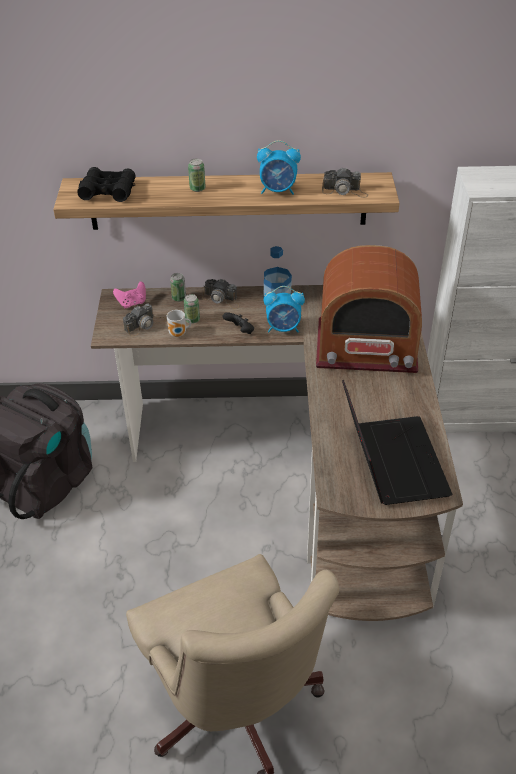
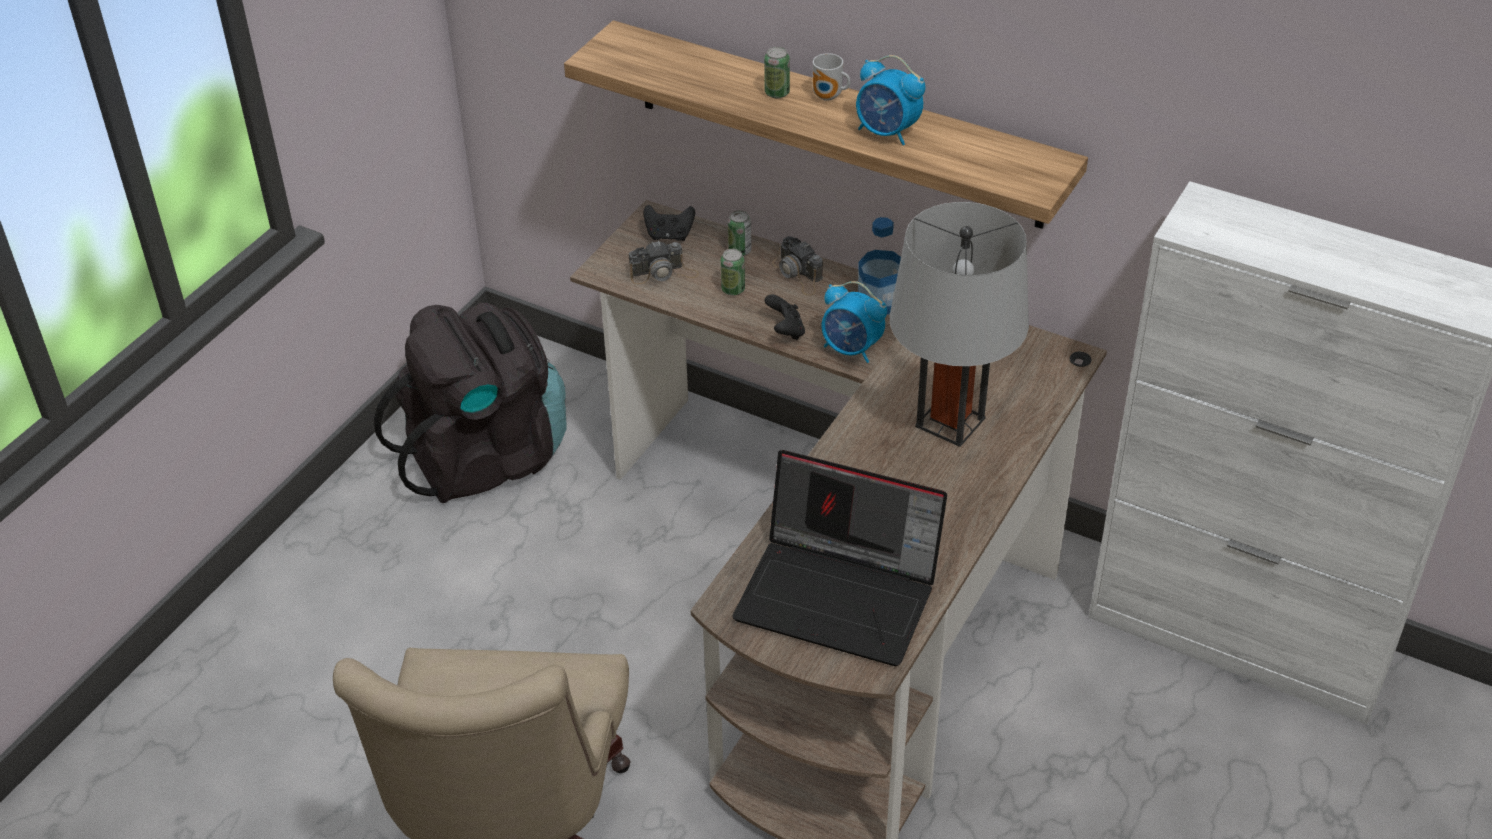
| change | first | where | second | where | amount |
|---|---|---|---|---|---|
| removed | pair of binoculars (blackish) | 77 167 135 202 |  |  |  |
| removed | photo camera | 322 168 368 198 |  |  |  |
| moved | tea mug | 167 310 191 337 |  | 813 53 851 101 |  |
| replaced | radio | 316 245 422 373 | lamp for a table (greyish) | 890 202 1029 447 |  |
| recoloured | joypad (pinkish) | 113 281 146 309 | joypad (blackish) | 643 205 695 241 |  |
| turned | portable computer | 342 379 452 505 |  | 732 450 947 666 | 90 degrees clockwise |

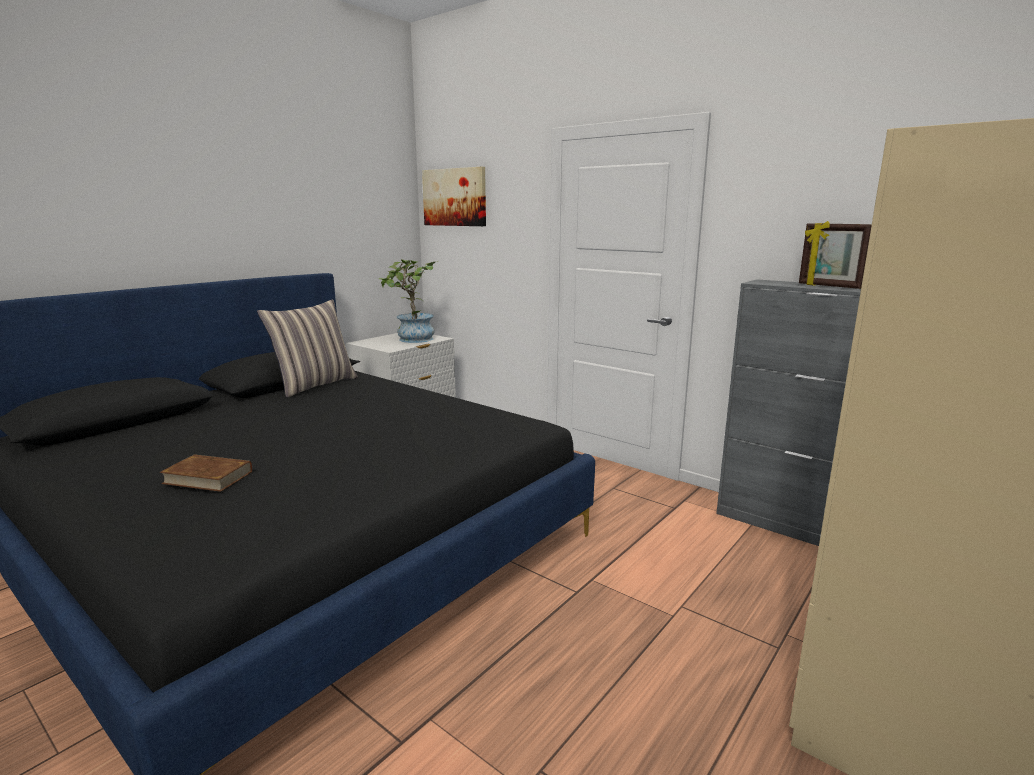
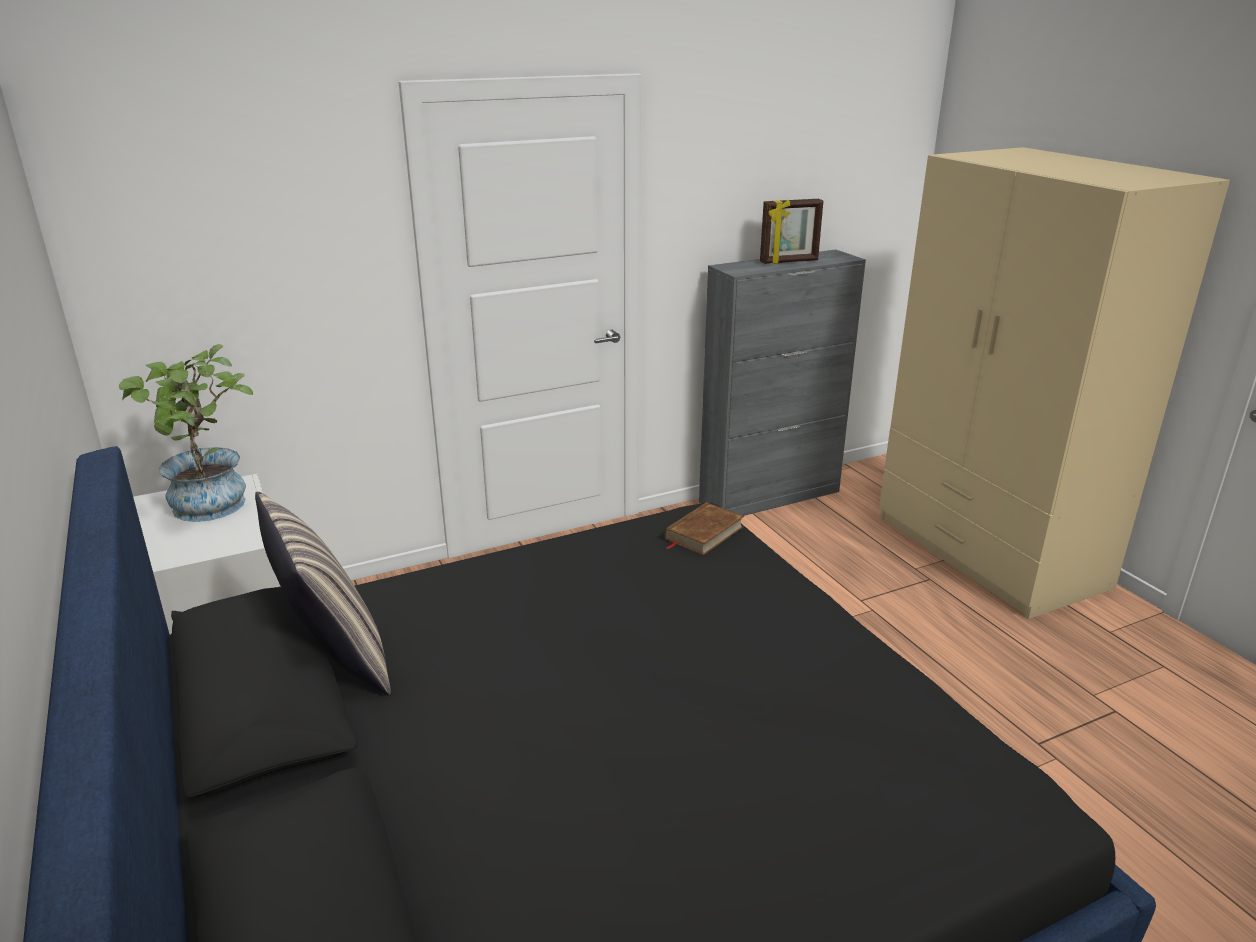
| change | first | where | second | where | amount |
|---|---|---|---|---|---|
| removed | wall art | 422 167 486 226 |  |  |  |
| moved | bound book (brown-coloured) | 160 454 252 492 |  | 665 502 744 555 |  |

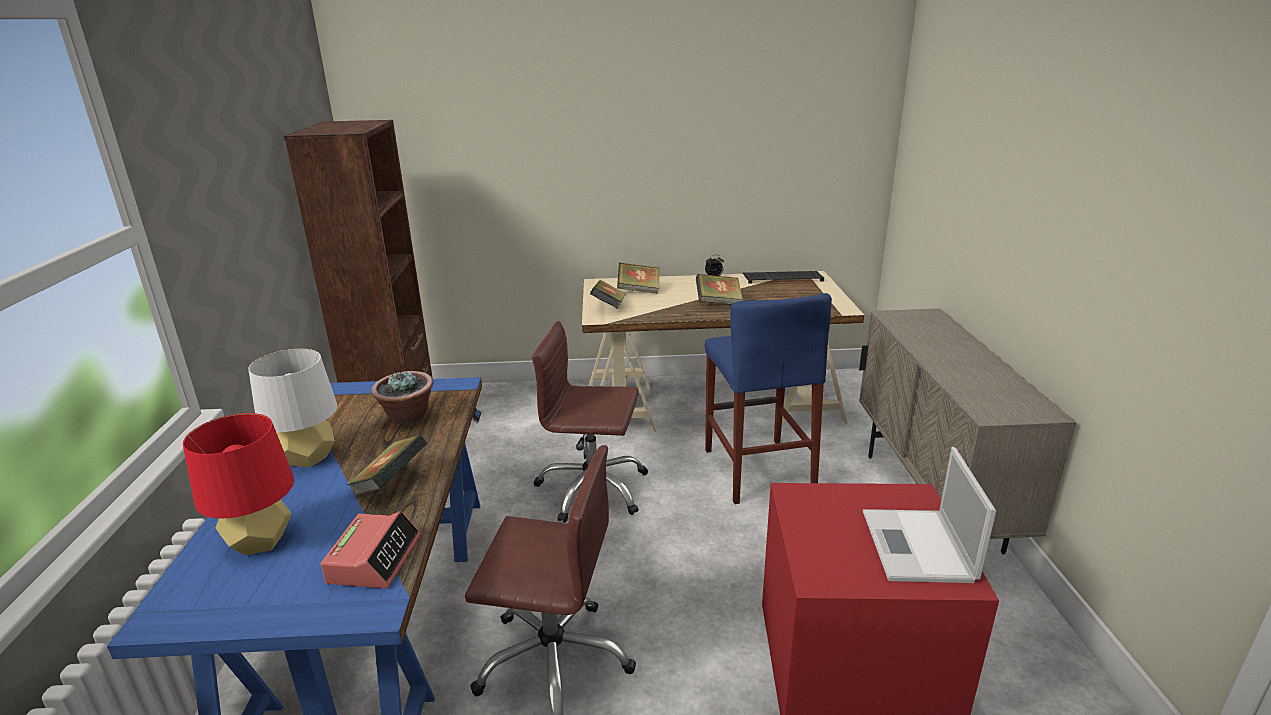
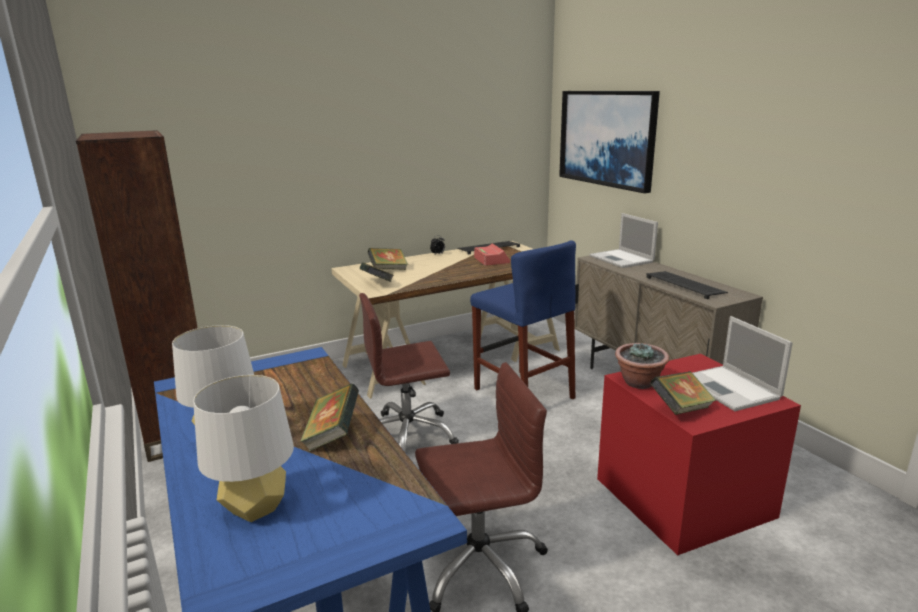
| change | first | where | second | where | amount |
|---|---|---|---|---|---|
| added |  |  | wall art | 559 91 660 193 |  |
| added |  |  | portable computer | 589 213 658 268 |  |
| added |  |  | computer keyboard | 646 271 728 299 |  |
| moved | alarm clock | 321 511 420 588 |  | 474 243 511 266 |  |
| moved | plant in a pot | 371 371 433 424 |  | 615 342 669 389 |  |
| moved | bound book | 696 274 743 304 |  | 650 371 716 415 |  |
| recoloured | lamp for a table (reddish) | 183 413 294 555 | lamp for a table (white-coloured) | 193 375 294 522 |  |

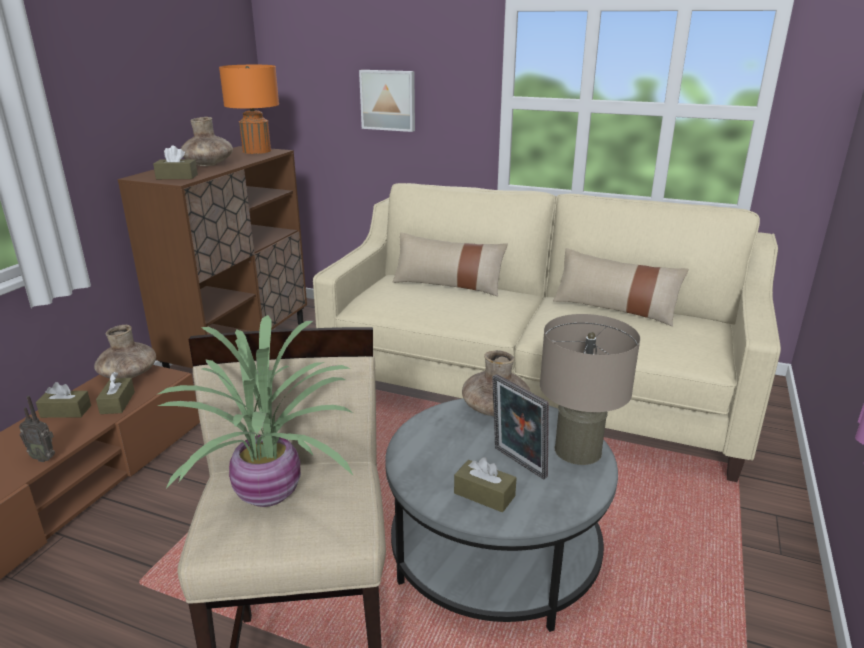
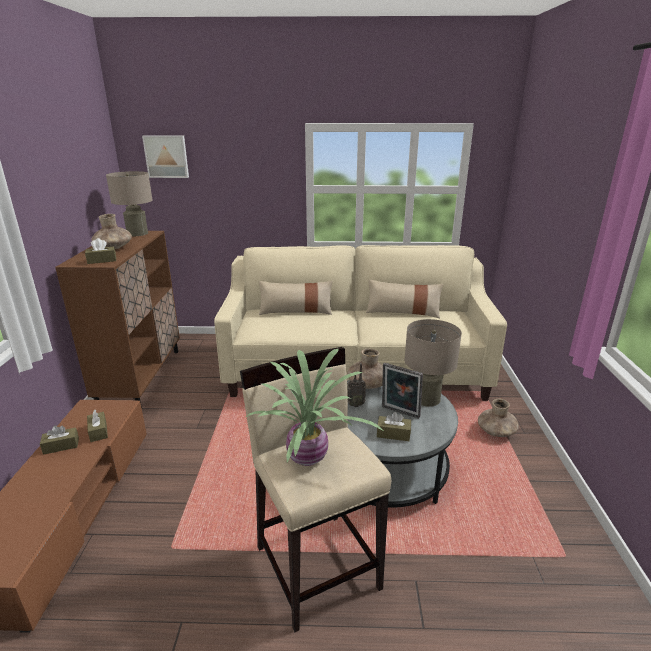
| change | first | where | second | where | amount |
|---|---|---|---|---|---|
| moved | radio | 19 396 55 462 |  | 347 363 366 407 |  |
| moved | decorative vase (brown-coloured) | 94 325 156 378 |  | 478 399 519 437 |  |
| moved | wall art | 359 70 415 132 |  | 142 135 189 178 |  |
| recoloured | lamp for a table (orange-coloured) | 219 65 279 154 | lamp for a table (beige) | 106 171 153 236 |  |

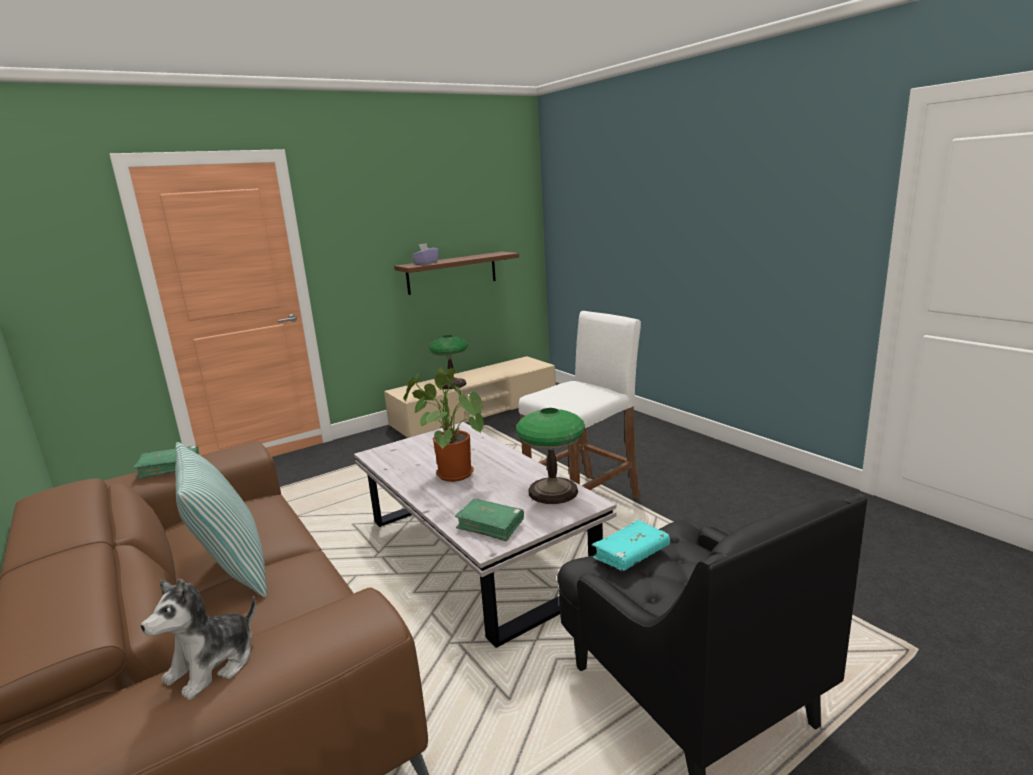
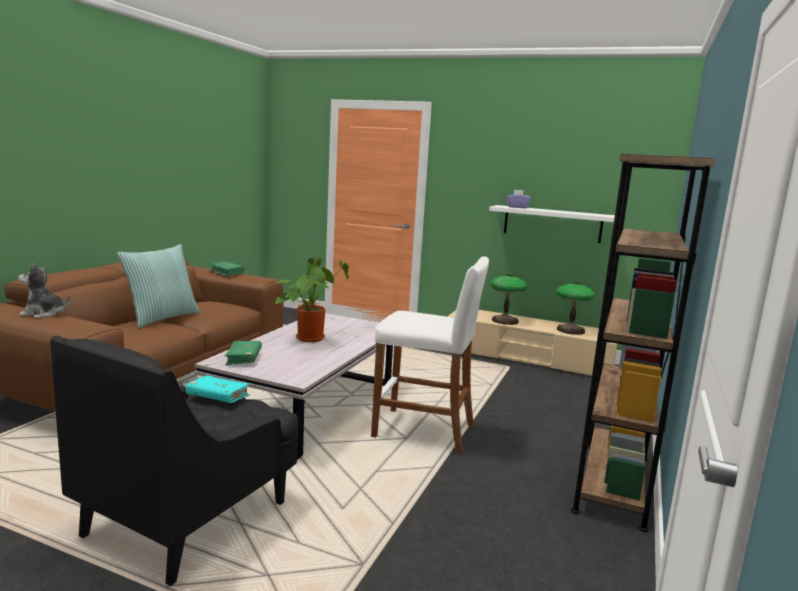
| change | first | where | second | where | amount |
|---|---|---|---|---|---|
| added |  |  | bookshelf (brown-coloured) | 571 153 716 532 |  |
| moved | lamp for a table | 516 408 585 504 |  | 556 283 595 335 |  |
| recoloured | bracket shelf (brown-coloured) | 394 252 519 295 | bracket shelf (white-coloured) | 489 205 615 243 |  |

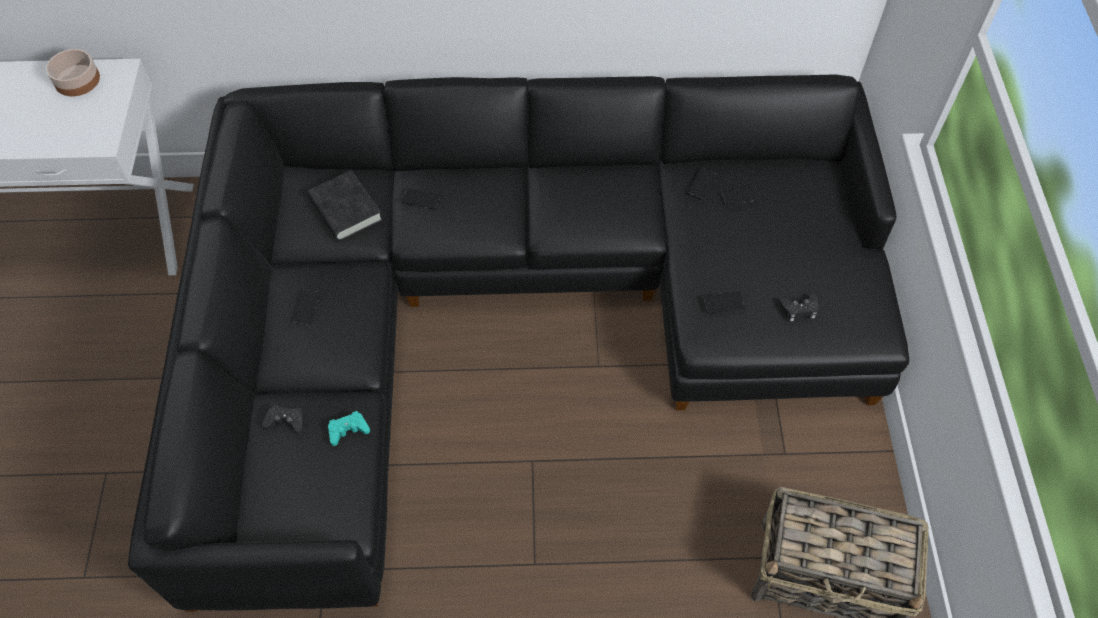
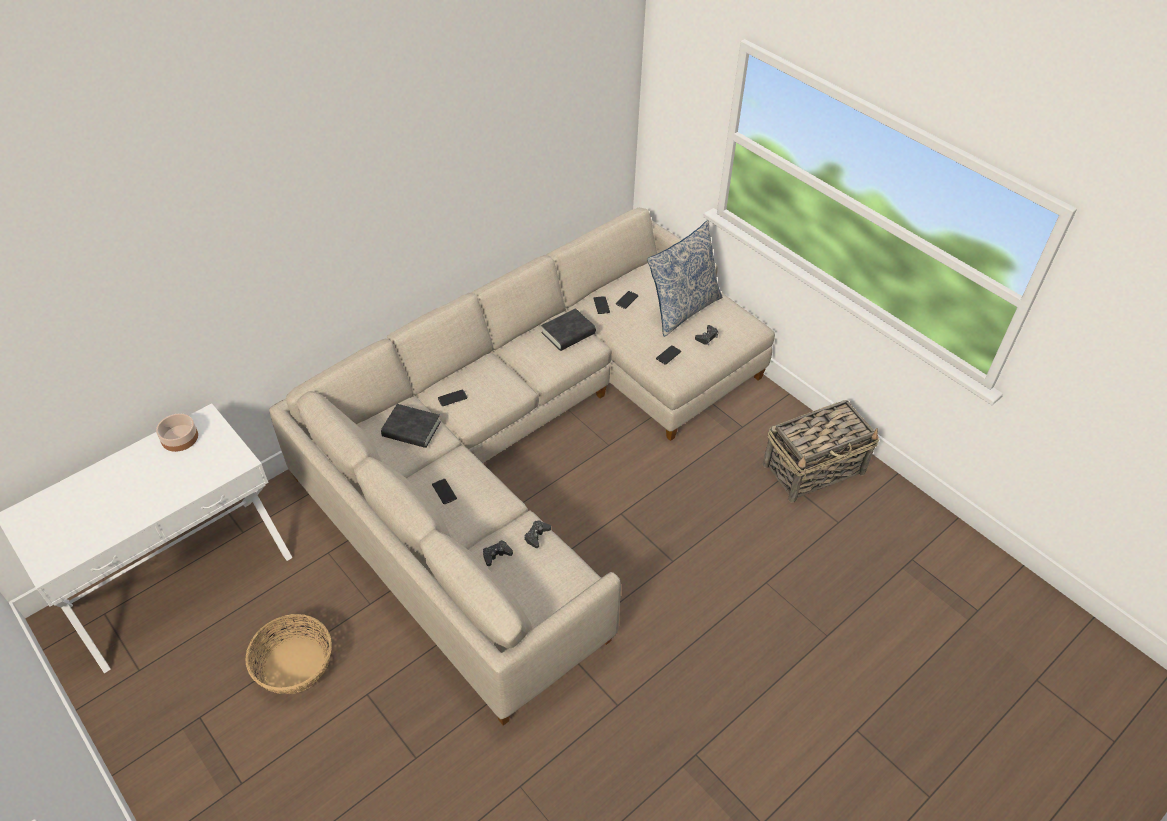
| change | first | where | second | where | amount |
|---|---|---|---|---|---|
| added |  |  | basket | 245 614 332 694 |  |
| added |  |  | bound book (blackish) | 541 308 596 351 |  |
| added |  |  | pillow | 647 220 722 337 |  |
| recoloured | couch (blackish) | 128 74 909 612 | couch (beige) | 269 208 775 726 |  |
| recoloured | joypad (turquoise) | 328 411 370 446 | joypad (blackish) | 524 521 551 548 |  |

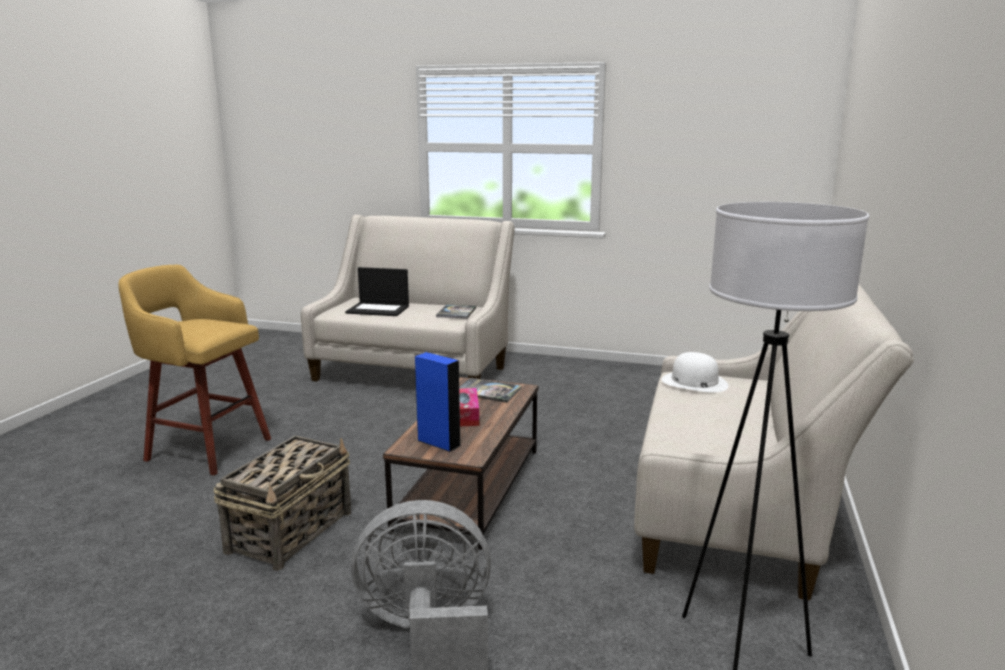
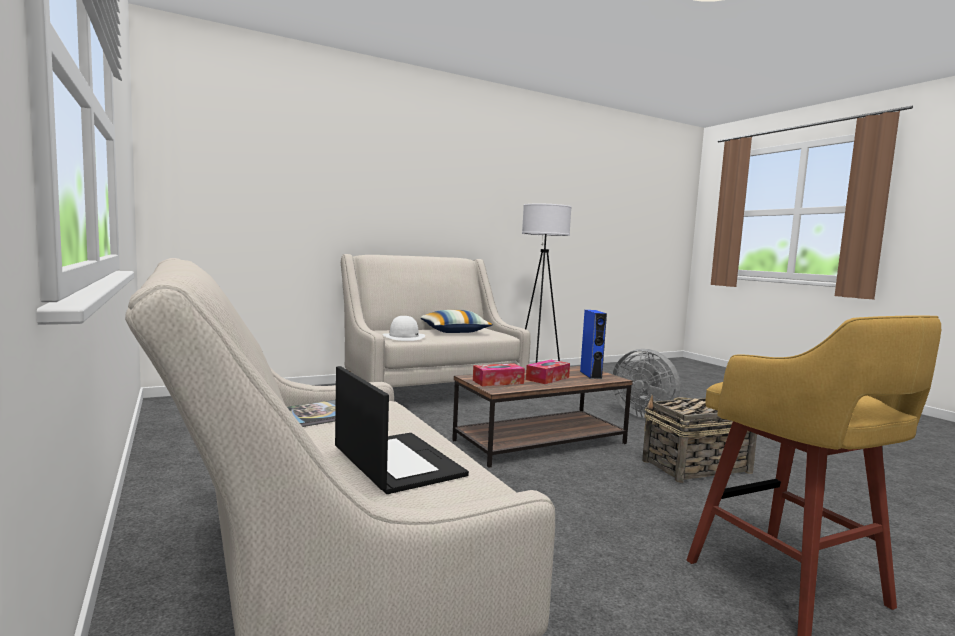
| change | first | where | second | where | amount |
|---|---|---|---|---|---|
| added |  |  | pillow | 421 310 493 333 |  |
| replaced | bound book | 459 378 522 403 | tissue holder | 473 363 525 386 |  |

